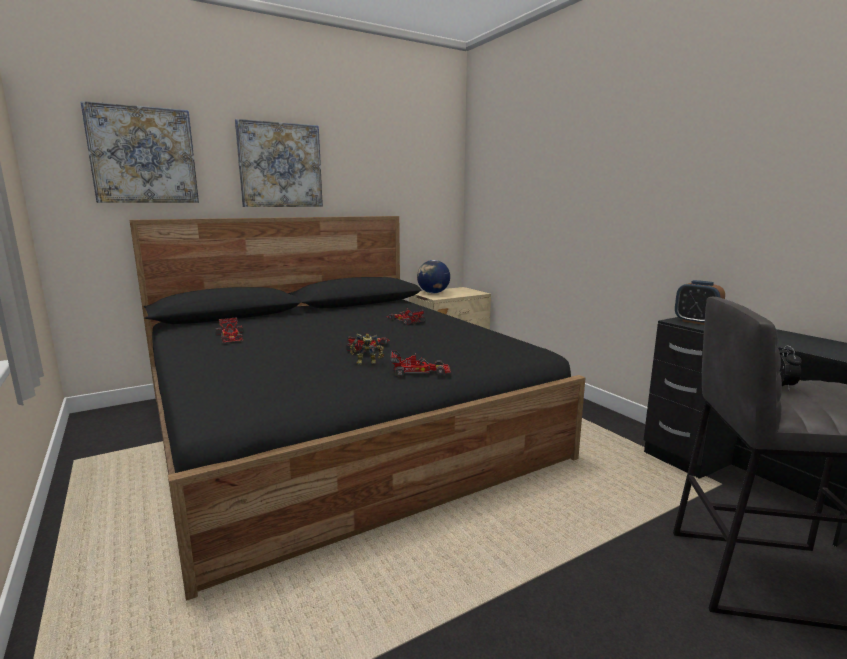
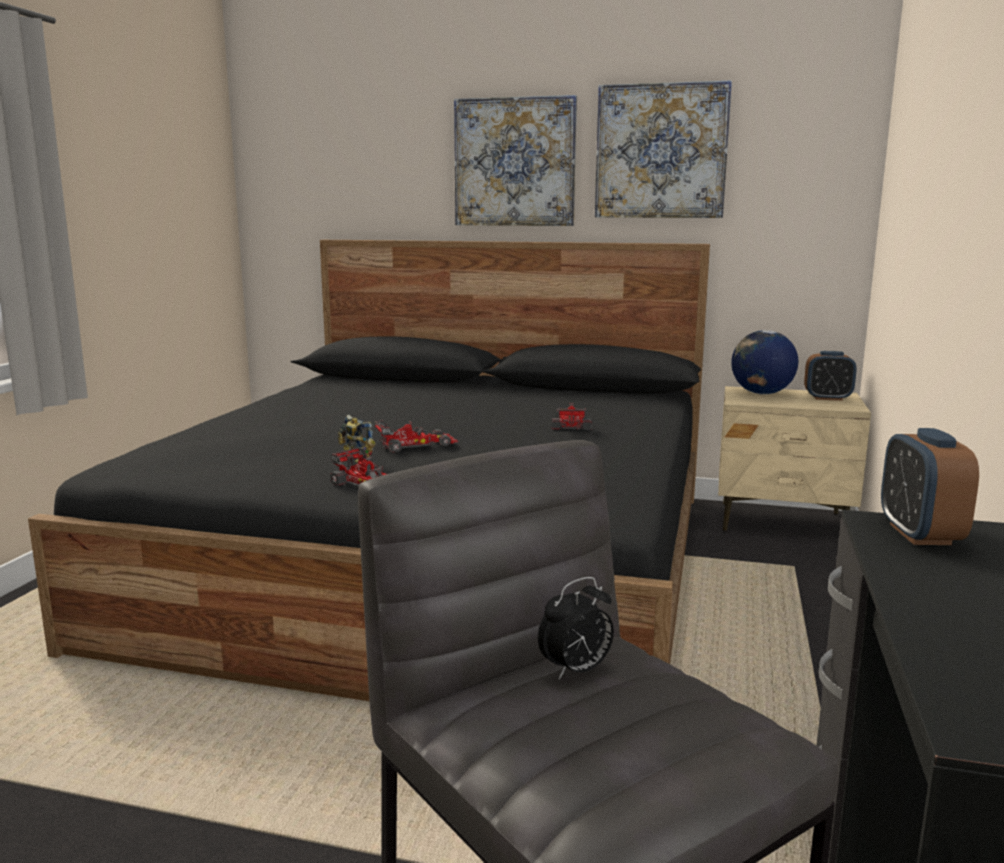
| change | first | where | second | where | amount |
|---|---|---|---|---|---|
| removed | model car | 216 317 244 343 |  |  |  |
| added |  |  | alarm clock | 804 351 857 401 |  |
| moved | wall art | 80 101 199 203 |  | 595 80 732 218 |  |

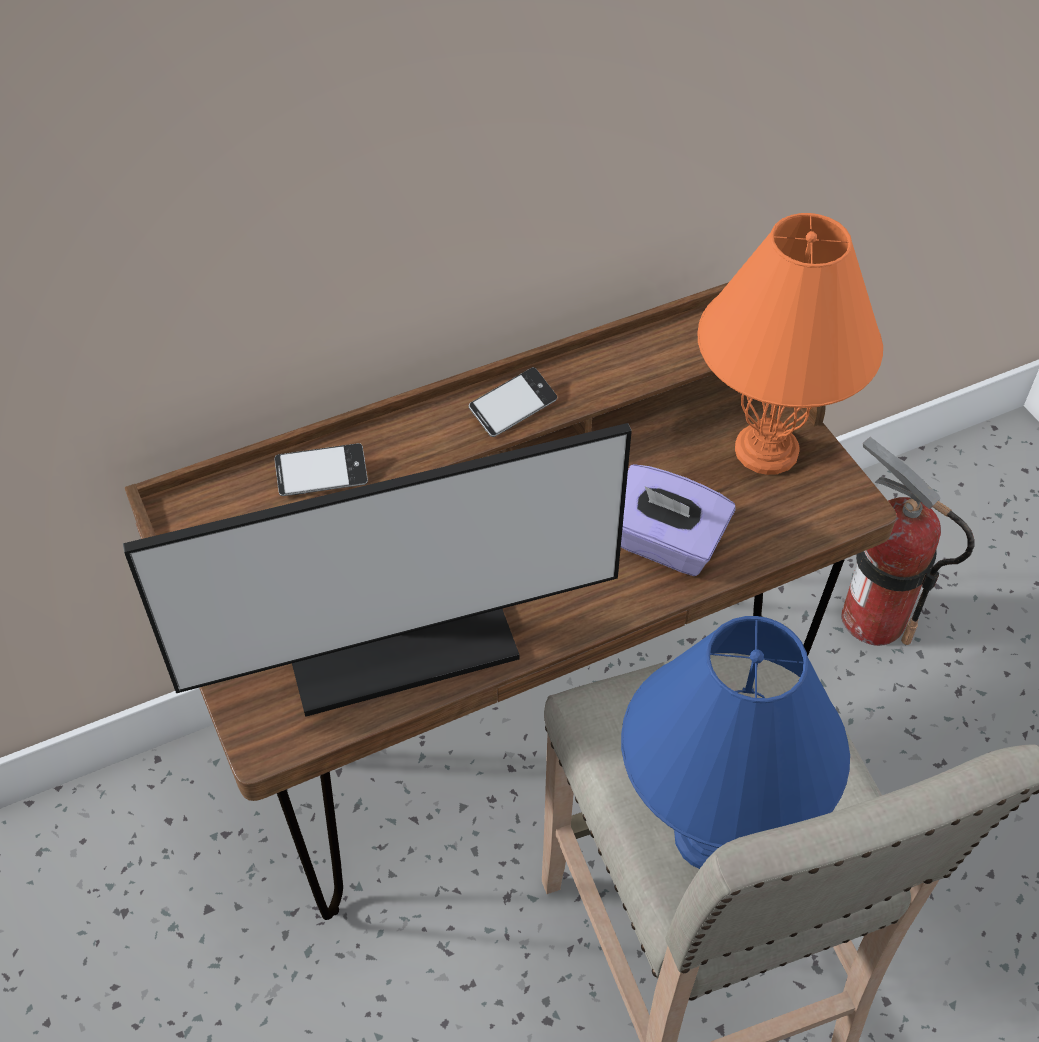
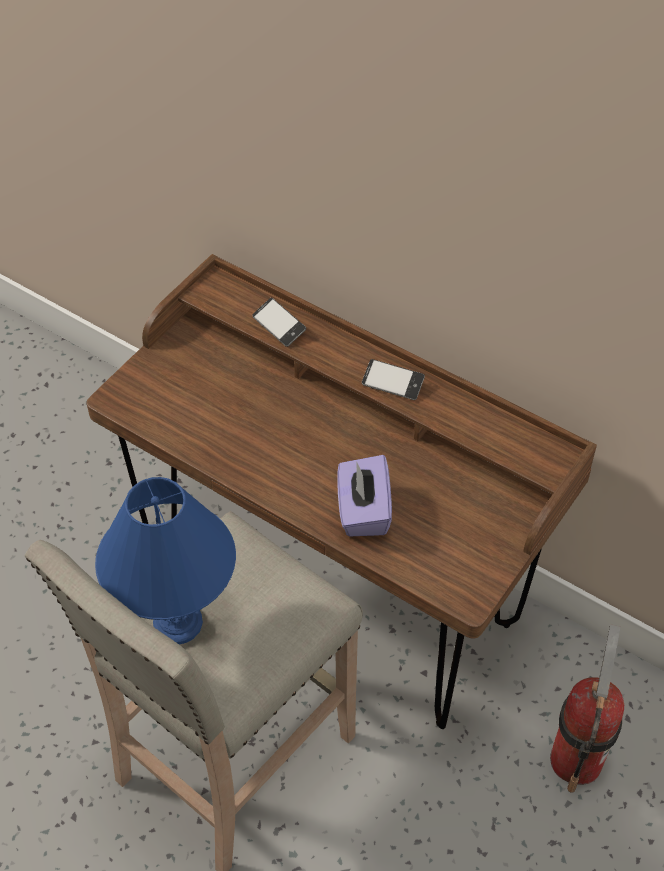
| change | first | where | second | where | amount |
|---|---|---|---|---|---|
| removed | monitor | 123 423 632 717 |  |  |  |
| removed | lamp for a table (orange-coloured) | 698 213 883 475 |  |  |  |

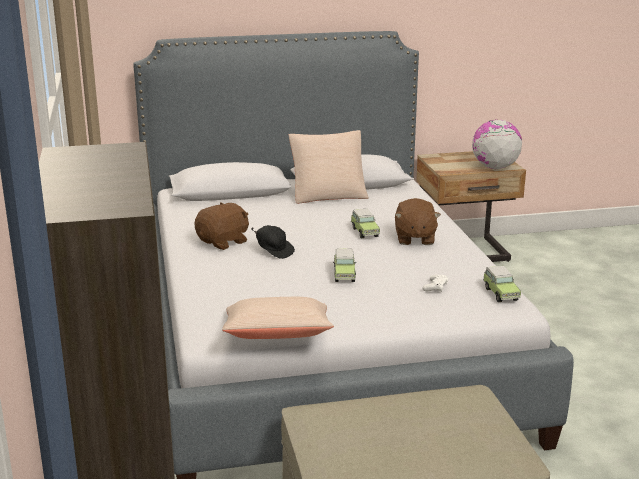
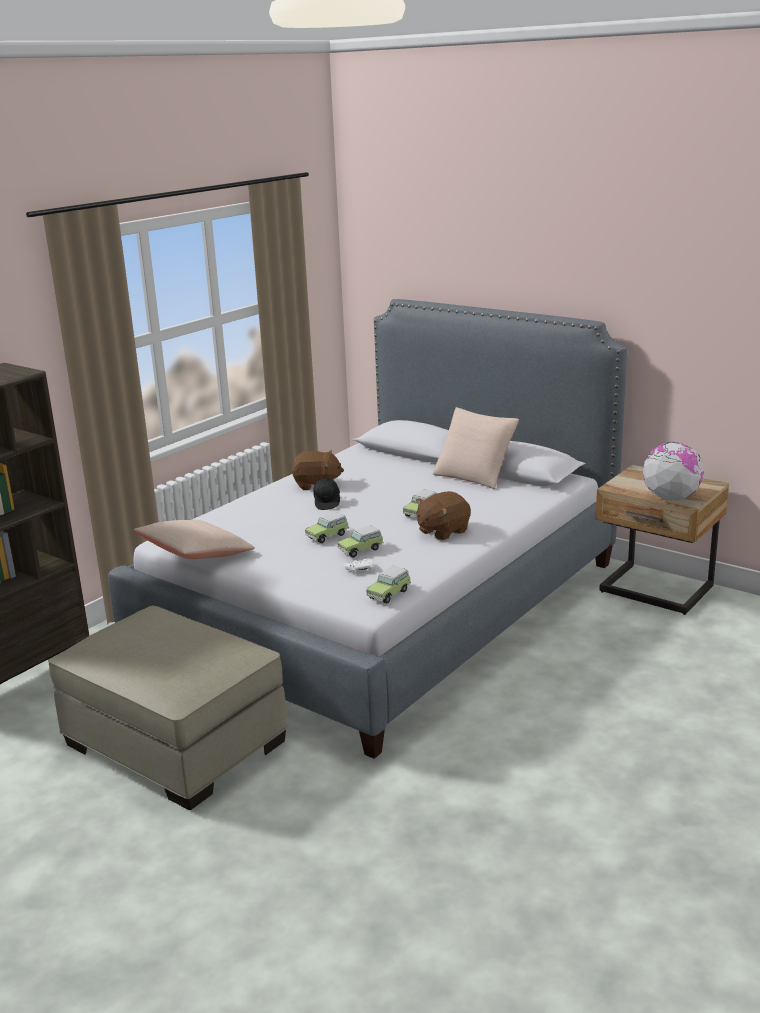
| change | first | where | second | where | amount |
|---|---|---|---|---|---|
| added |  |  | model car | 337 525 383 557 |  |

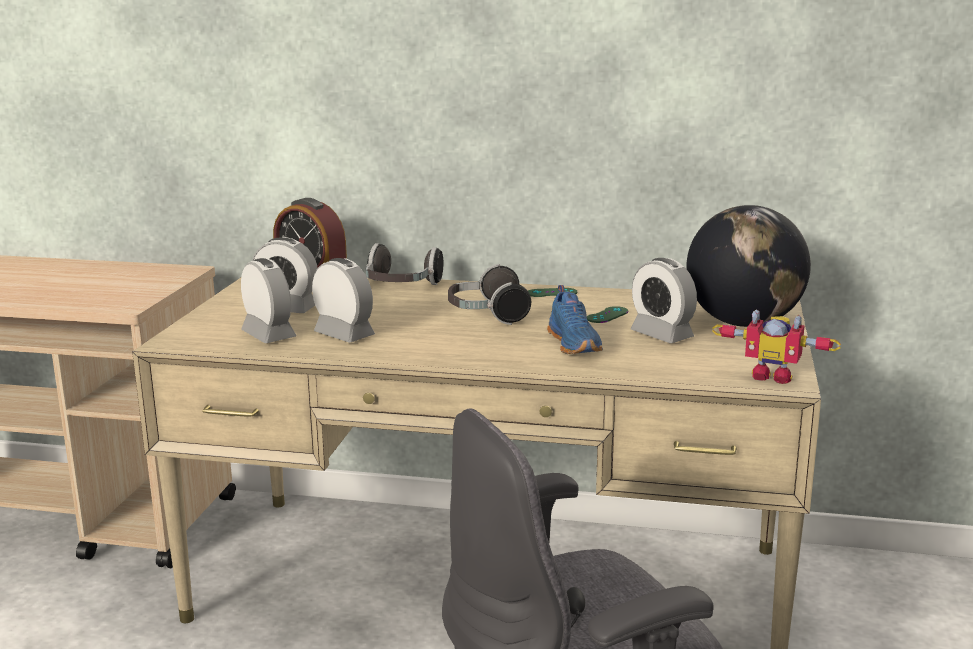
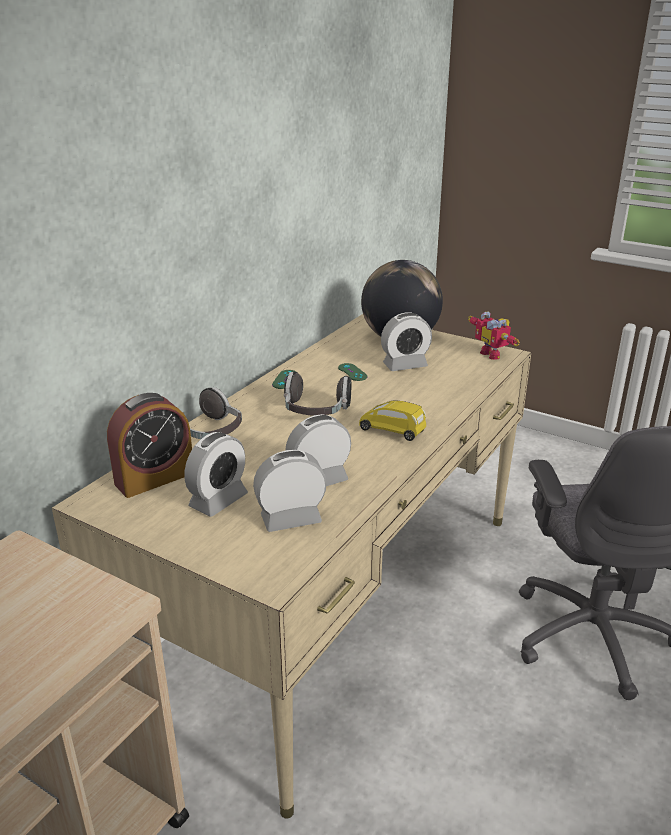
| change | first | where | second | where | amount |
|---|---|---|---|---|---|
| removed | item of footwear (bluish) | 547 285 603 354 |  |  |  |
| added |  |  | model car (yellow-coloured) | 359 401 426 441 |  |
| turned | robot figure | 712 310 841 384 |  | 468 311 520 360 | 105 degrees clockwise |

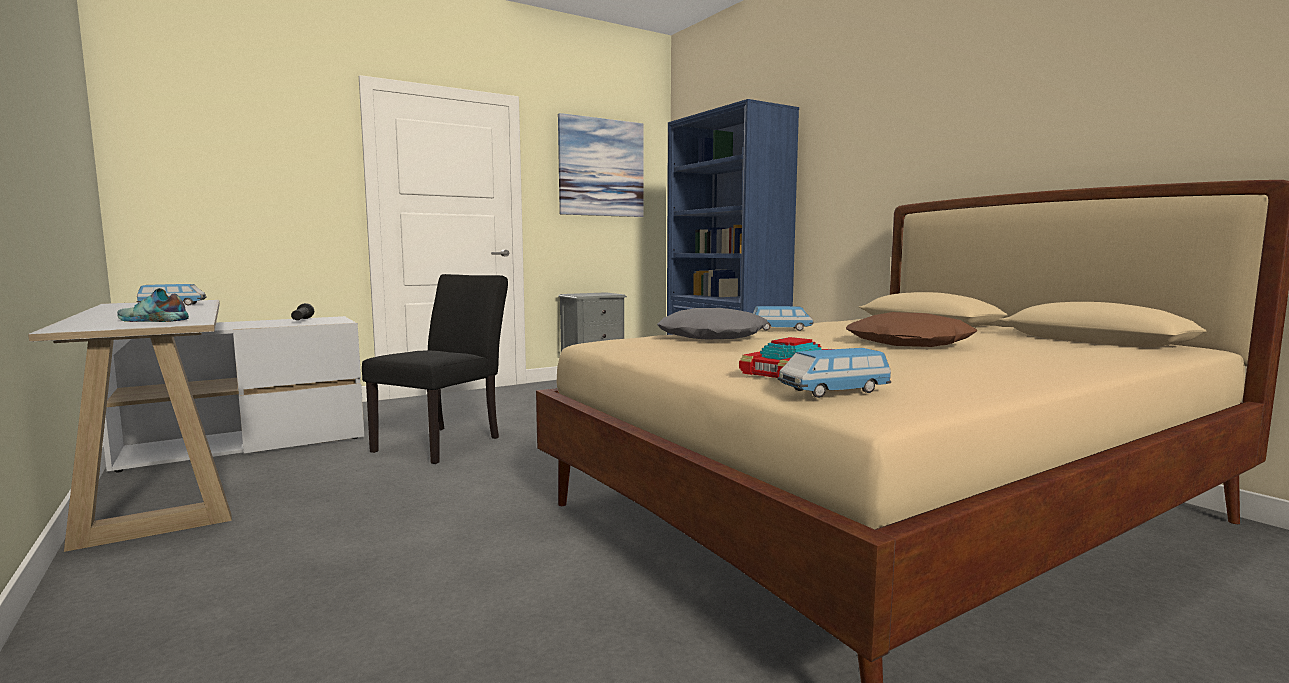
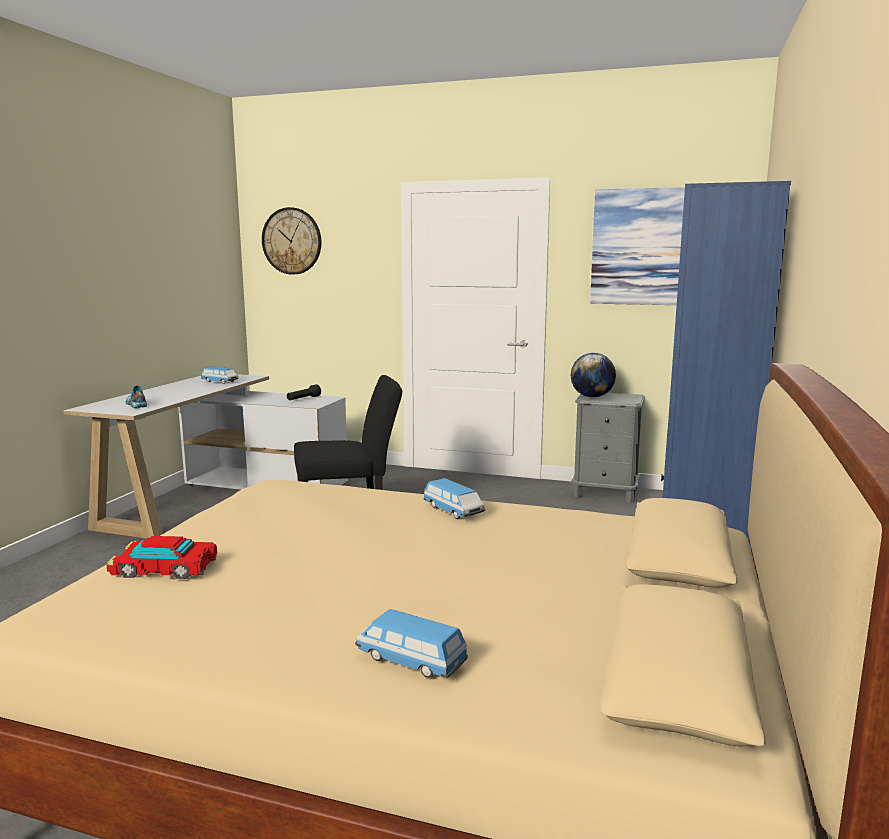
| change | first | where | second | where | amount |
|---|---|---|---|---|---|
| removed | pillow (greyish) | 657 308 768 339 |  |  |  |
| removed | pillow (brown-coloured) | 846 312 977 347 |  |  |  |
| added |  |  | hanging clock | 262 207 322 275 |  |
| added |  |  | globe | 571 353 616 398 |  |
| moved | model car | 778 348 891 398 |  | 355 609 468 678 |  |

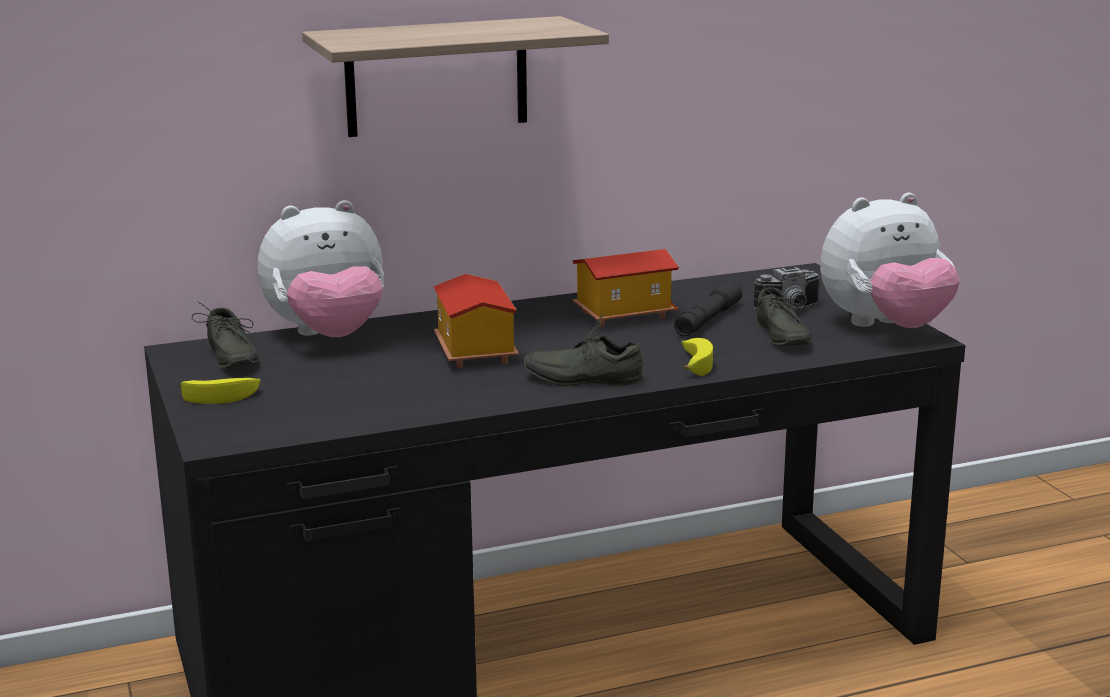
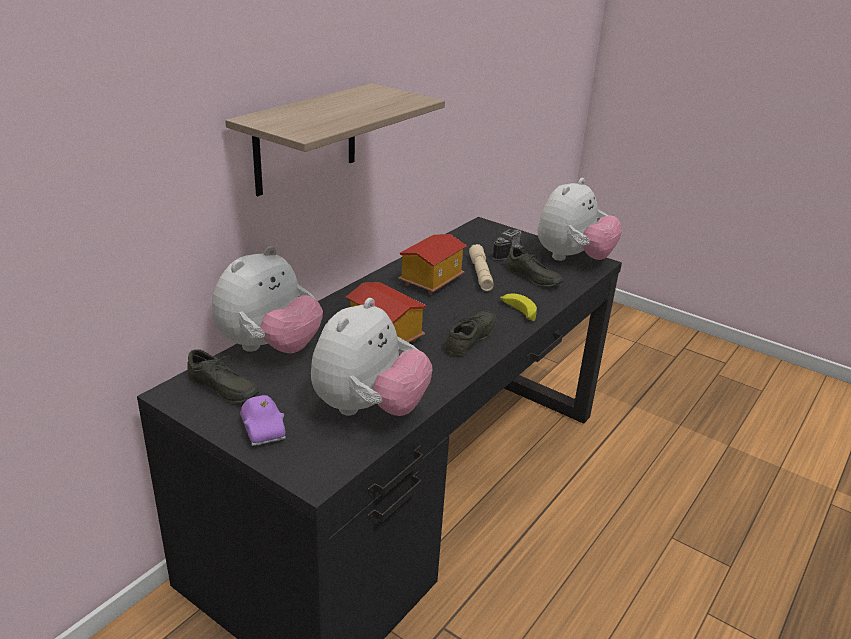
| change | first | where | second | where | amount |
|---|---|---|---|---|---|
| added |  |  | soft toy | 311 298 432 416 |  |
| replaced | banana | 179 378 261 404 | model car (purple) | 240 395 286 446 |  |
| recoloured | flashlight (blackish) | 674 281 742 336 | flashlight (beige) | 469 244 494 291 |  |
| turned | item of footwear (greyish) | 523 314 643 386 |  | 445 311 497 356 | 150 degrees clockwise |

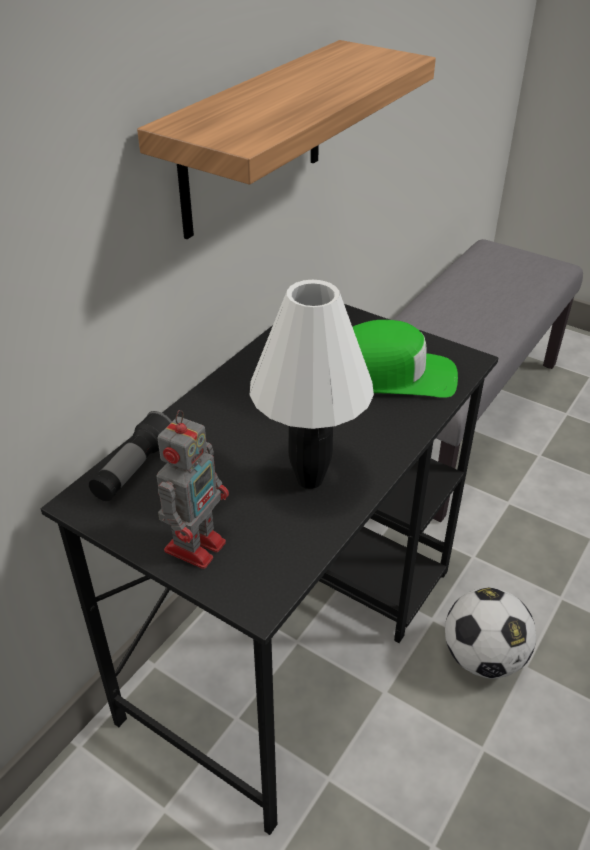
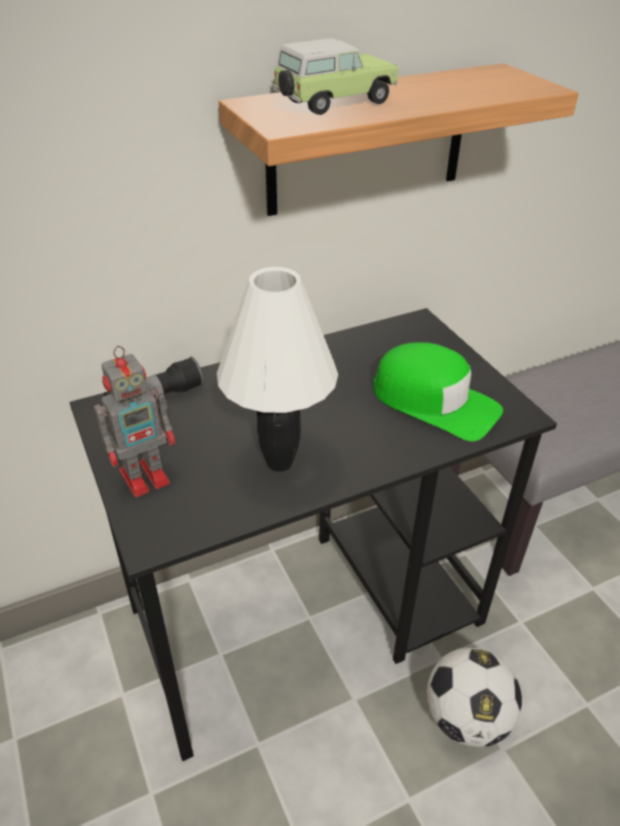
| change | first | where | second | where | amount |
|---|---|---|---|---|---|
| added |  |  | model car | 273 38 399 115 |  |

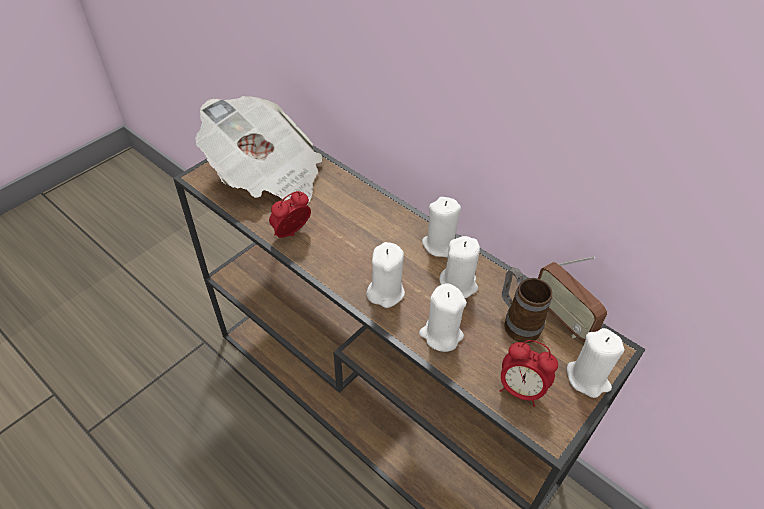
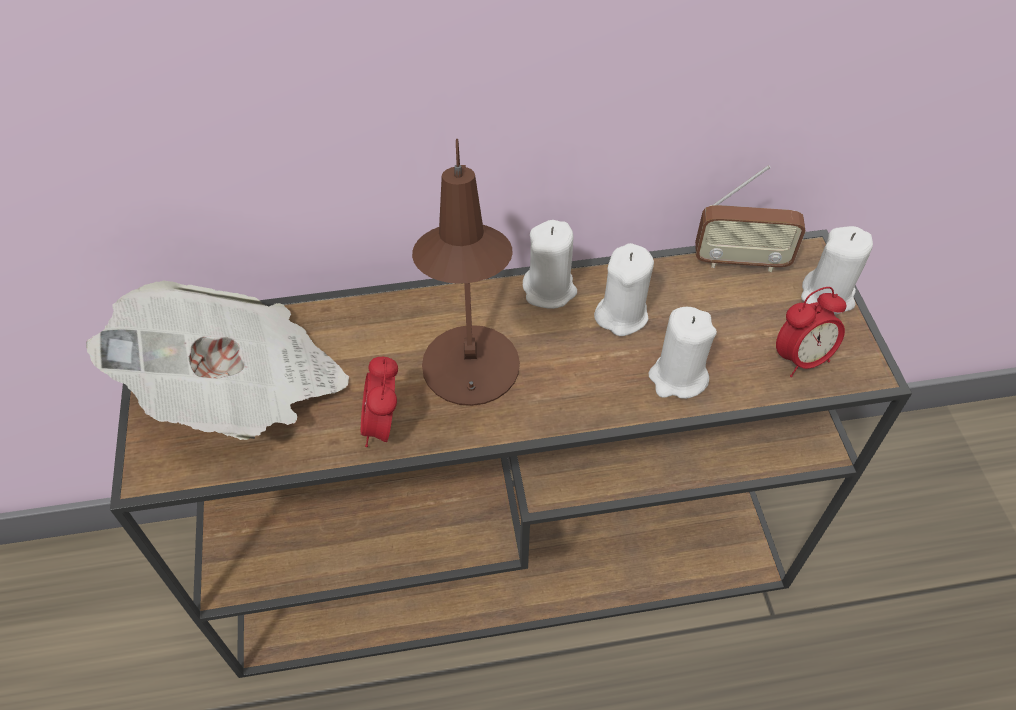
| change | first | where | second | where | amount |
|---|---|---|---|---|---|
| removed | wax light (white-coloured) | 366 242 405 308 |  |  |  |
| removed | tea mug | 502 268 552 343 |  |  |  |
| added |  |  | lamp for a table (brown-coloured) | 412 139 520 406 |  |

